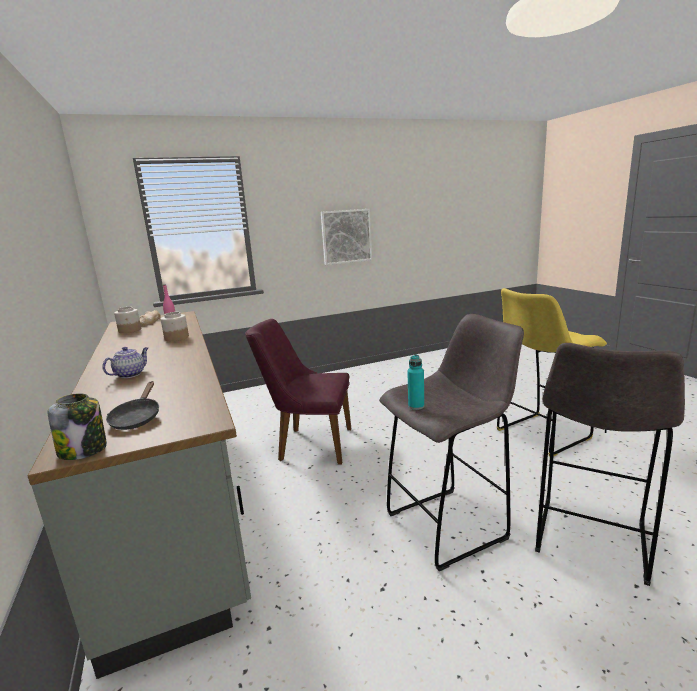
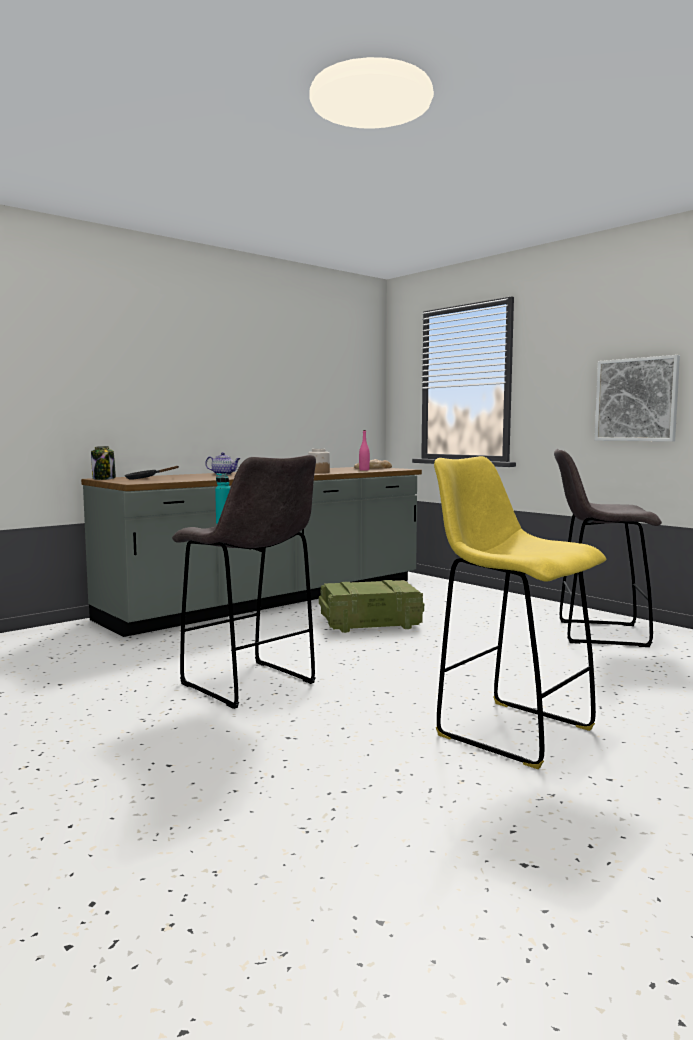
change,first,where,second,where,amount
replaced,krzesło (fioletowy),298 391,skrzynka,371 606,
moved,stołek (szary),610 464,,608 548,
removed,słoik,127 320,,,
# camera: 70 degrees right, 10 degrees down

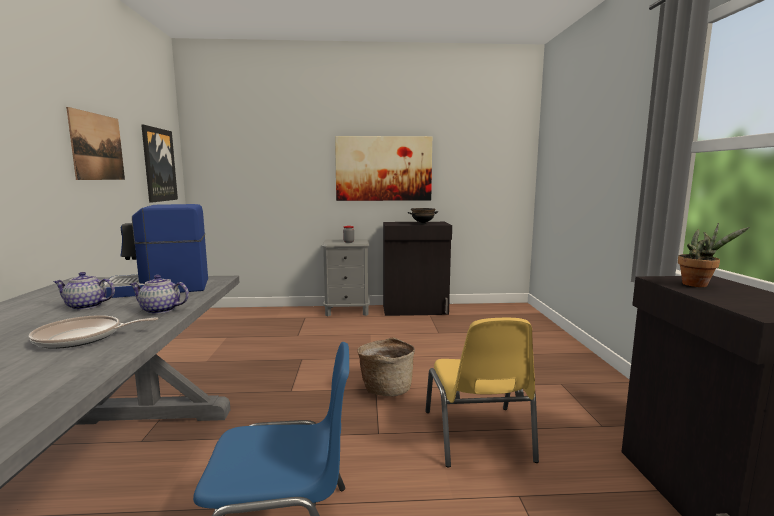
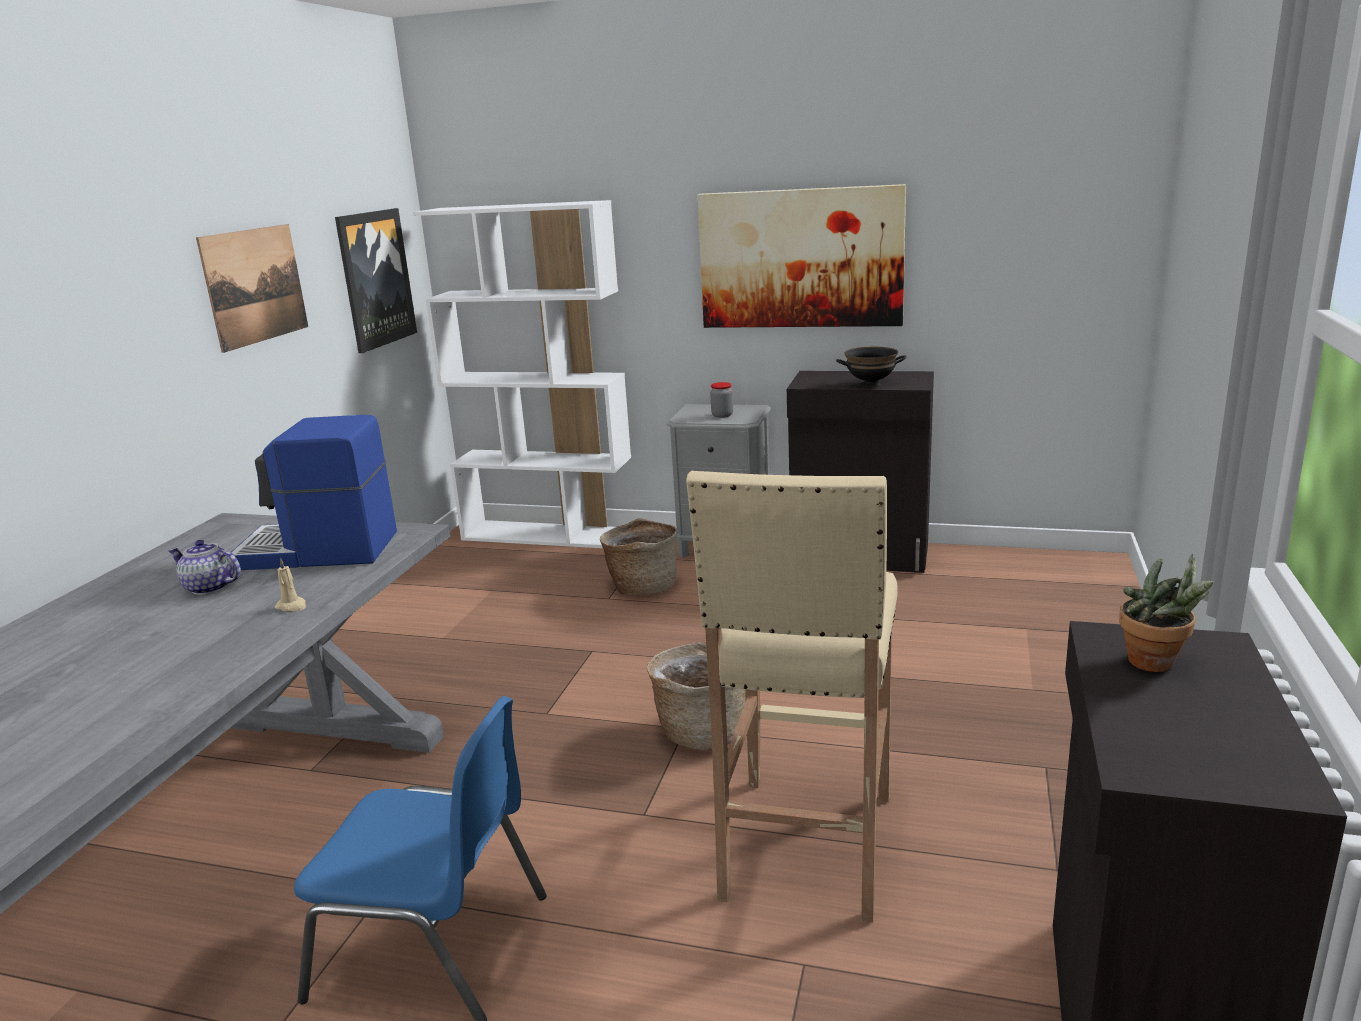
change,first,where,second,where,amount
replaced,imbryk,159 294,świeca (beżowy),290 584,
added,,,regał (biały),522 374,
added,,,koszyk,638 556,
replaced,krzesło (żółty),482 392,stołek (beżowy),792 697,
removed,patelnia,93 332,,,
# camera: 20 degrees right, 10 degrees up

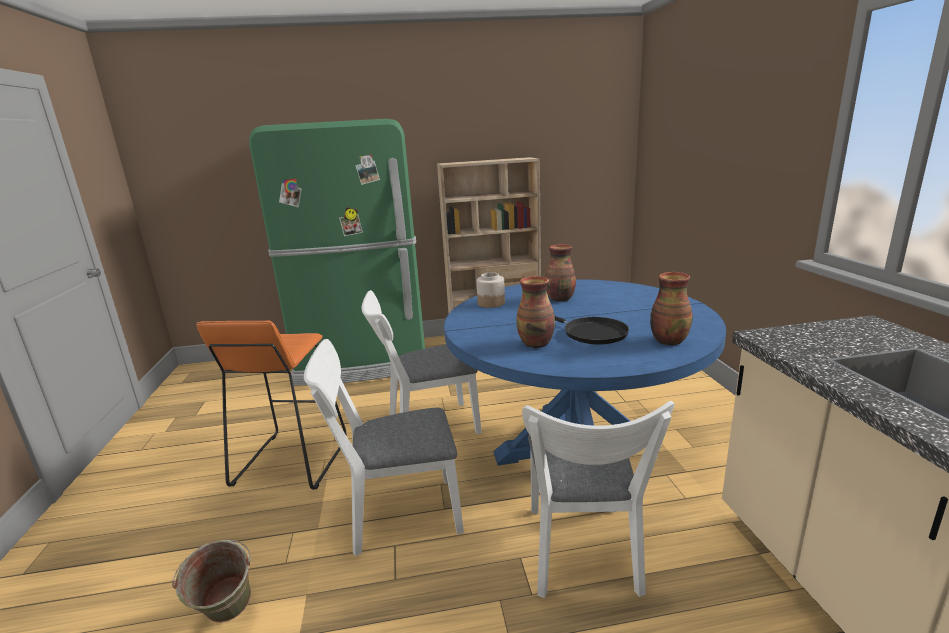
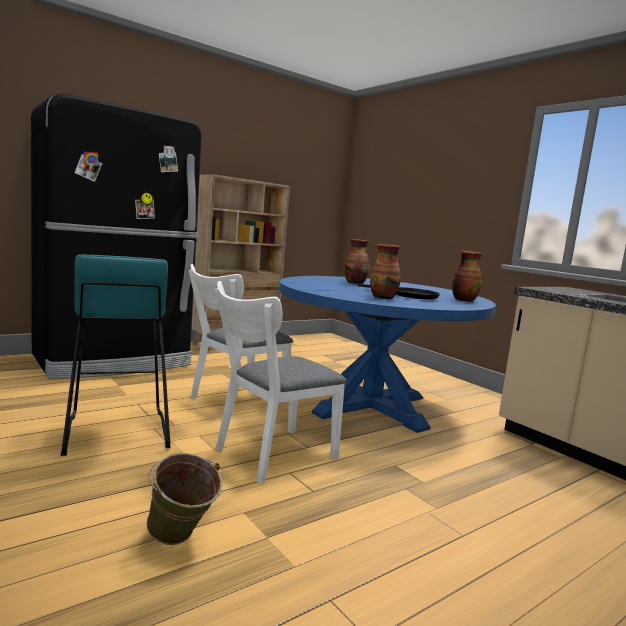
change,first,where,second,where,amount
recoloured,lodówka (zielony),337 252,lodówka (czarny),116 236,
recoloured,stołek (pomarańczowy),271 405,stołek (turkusowy),115 355,
removed,słoik,490 290,,,
removed,krzesło (biały),598 499,,,
# camera: 30 degrees left, 10 degrees down

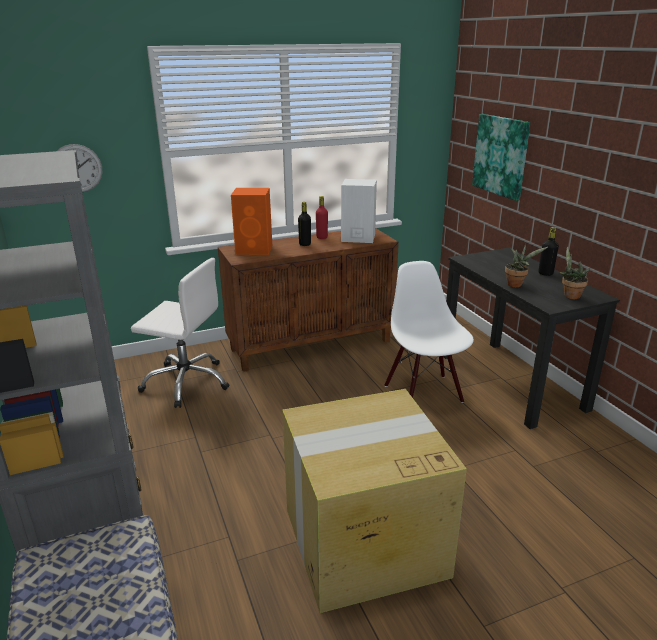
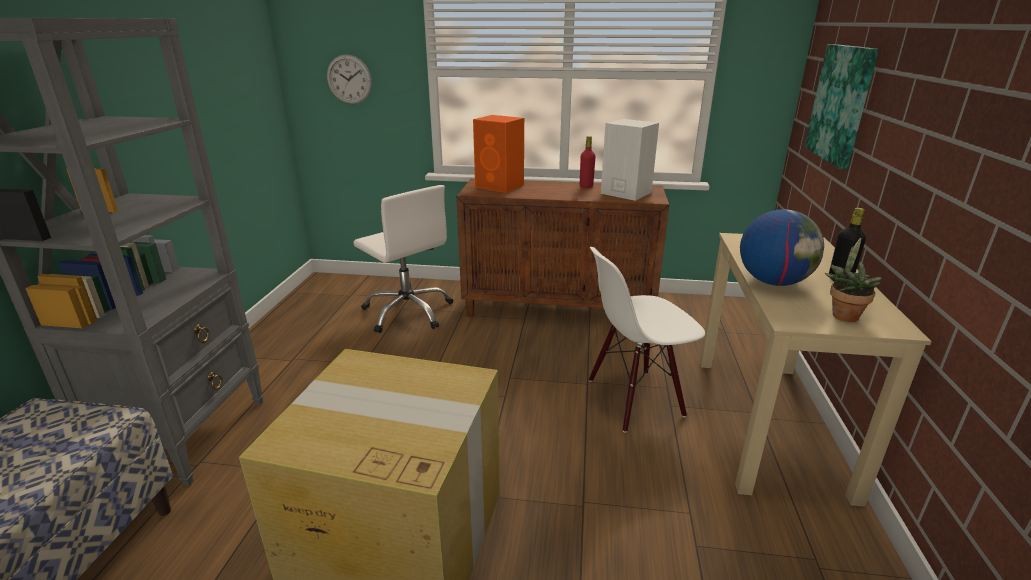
change,first,where,second,where,amount
turned,krzesło (biały),429 332,,647 340,120 degrees counterclockwise
recoloured,biurko (czarny),531 338,biurko (beżowy),816 370,
replaced,roślina doniczkowa,526 265,globus,782 247,
removed,butelka (czarny),304 224,,,
# camera: 30 degrees right, 0 degrees up

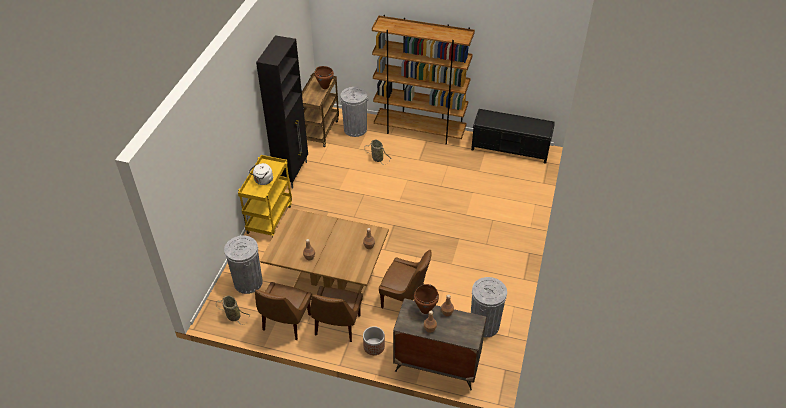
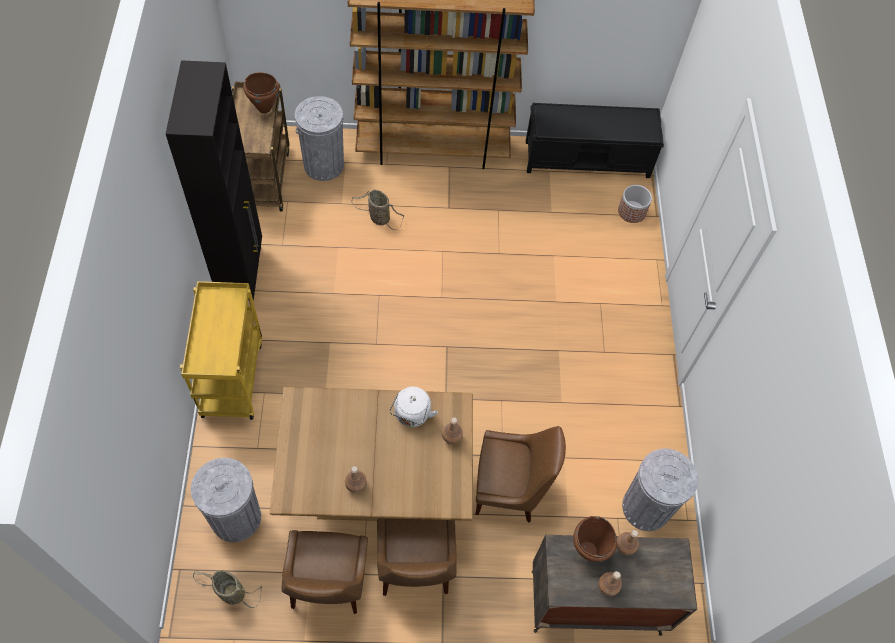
change,first,where,second,where,amount
moved,czajnik (biały),261 174,,413 406,
moved,donica,374 340,,635 204,
# camera: 20 degrees left, 15 degrees up

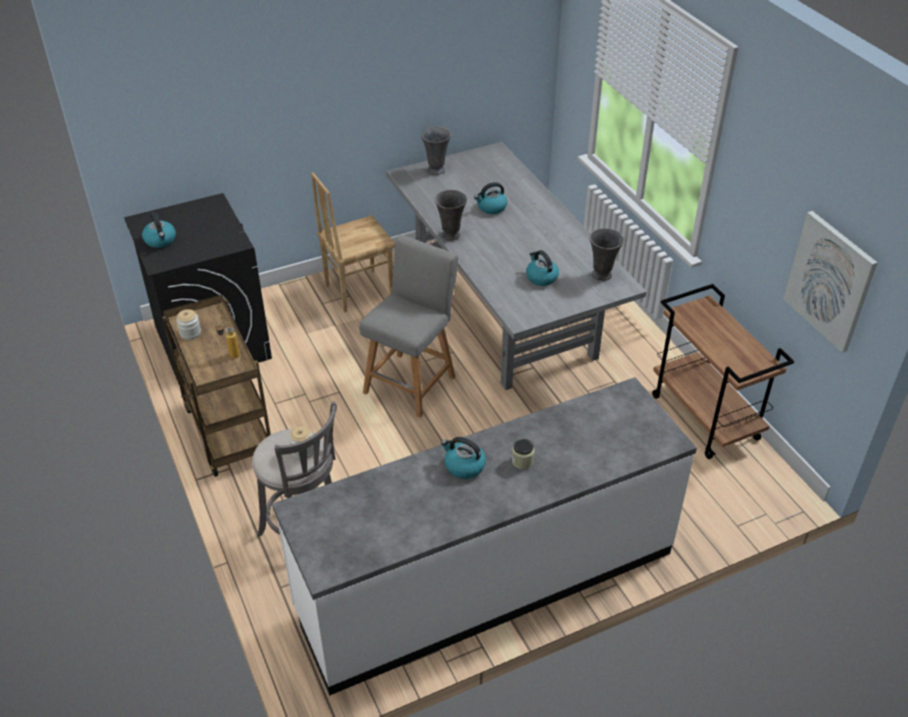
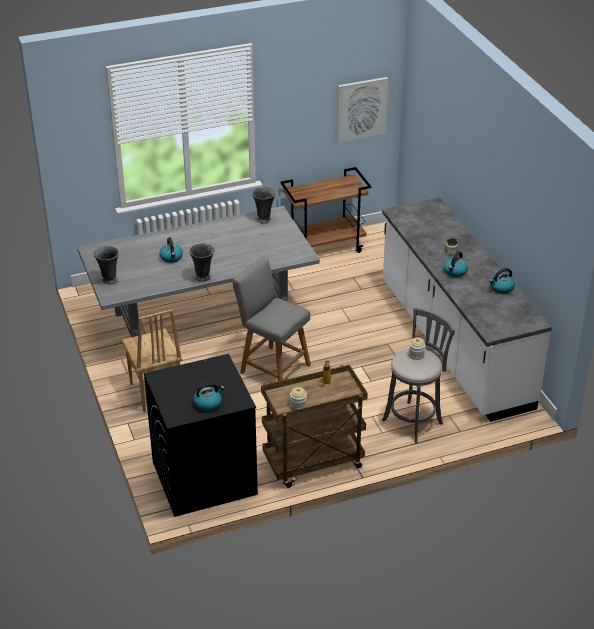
change,first,where,second,where,amount
moved,czajnik,542 268,,502 281,
# camera: 85 degrees left, 5 degrees down

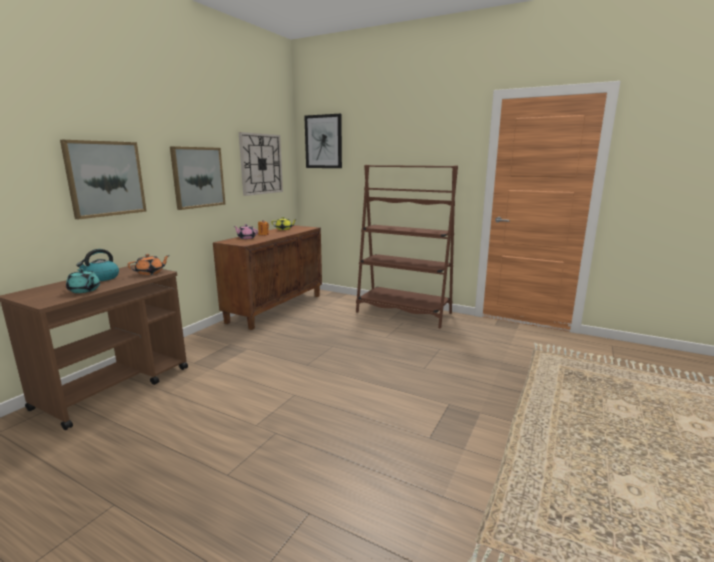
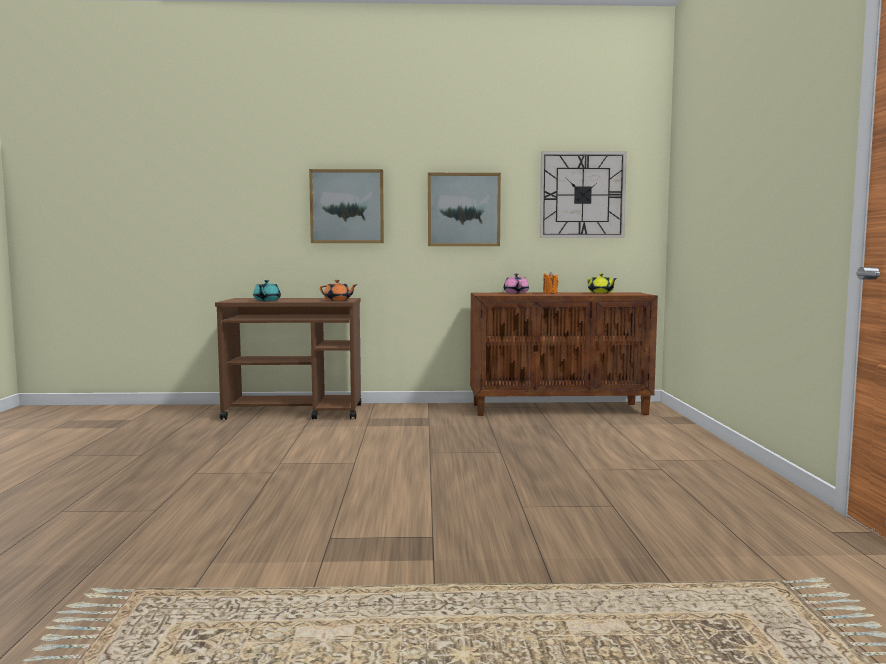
change,first,where,second,where,amount
removed,czajnik,97 265,,,
removed,obraz,323 141,,,
removed,regał (brązowy),407 246,,,
# camera: 60 degrees right, 10 degrees down

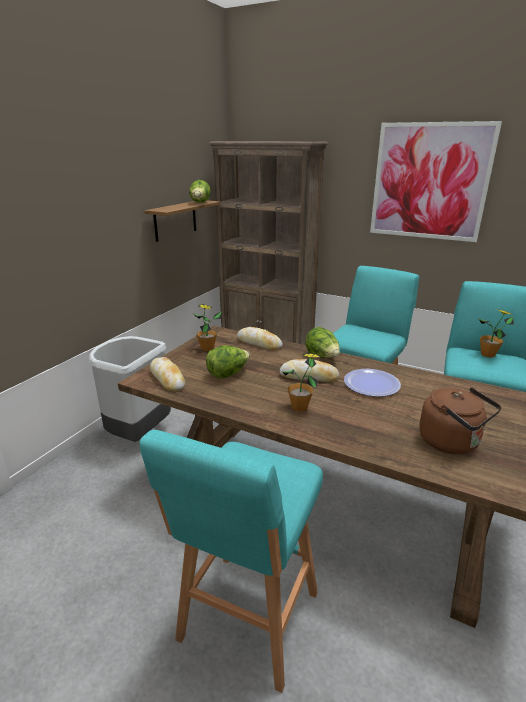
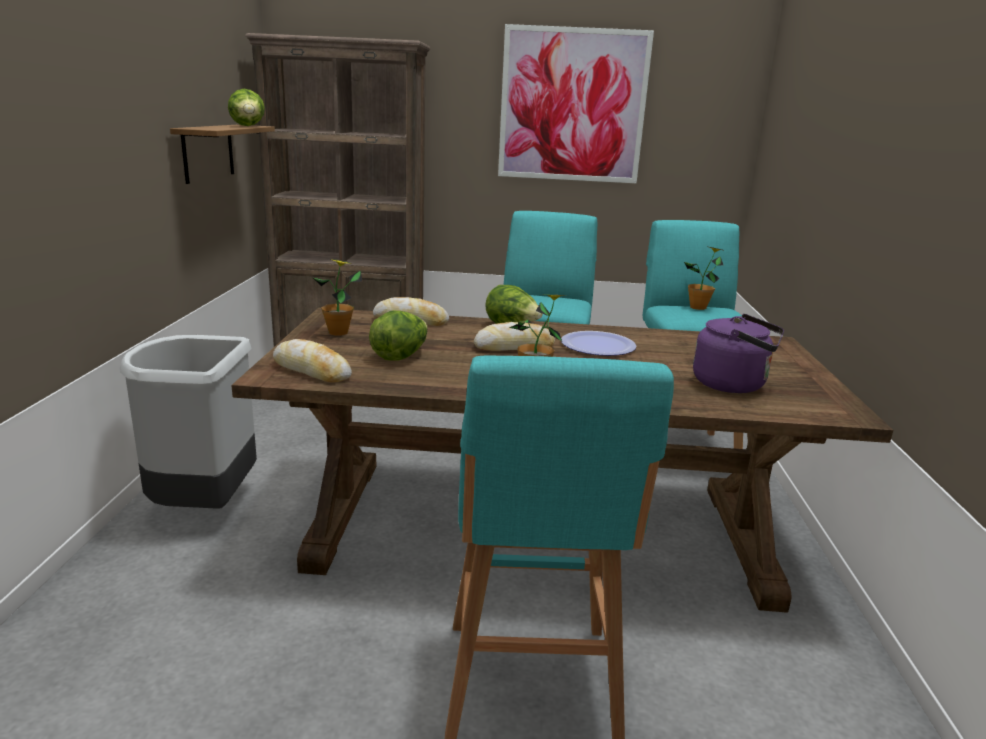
change,first,where,second,where,amount
recoloured,czajnik (brązowy),460 420,czajnik (fioletowy),738 353,
# camera: 25 degrees left, 5 degrees down

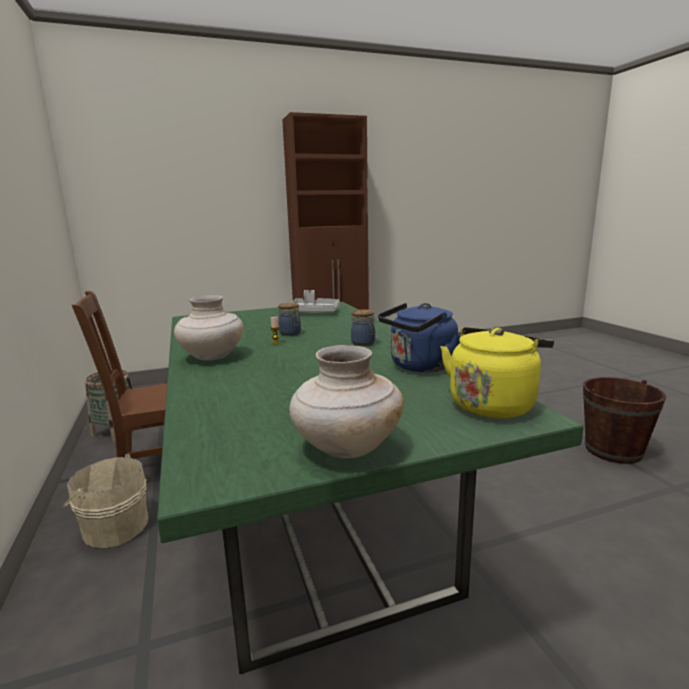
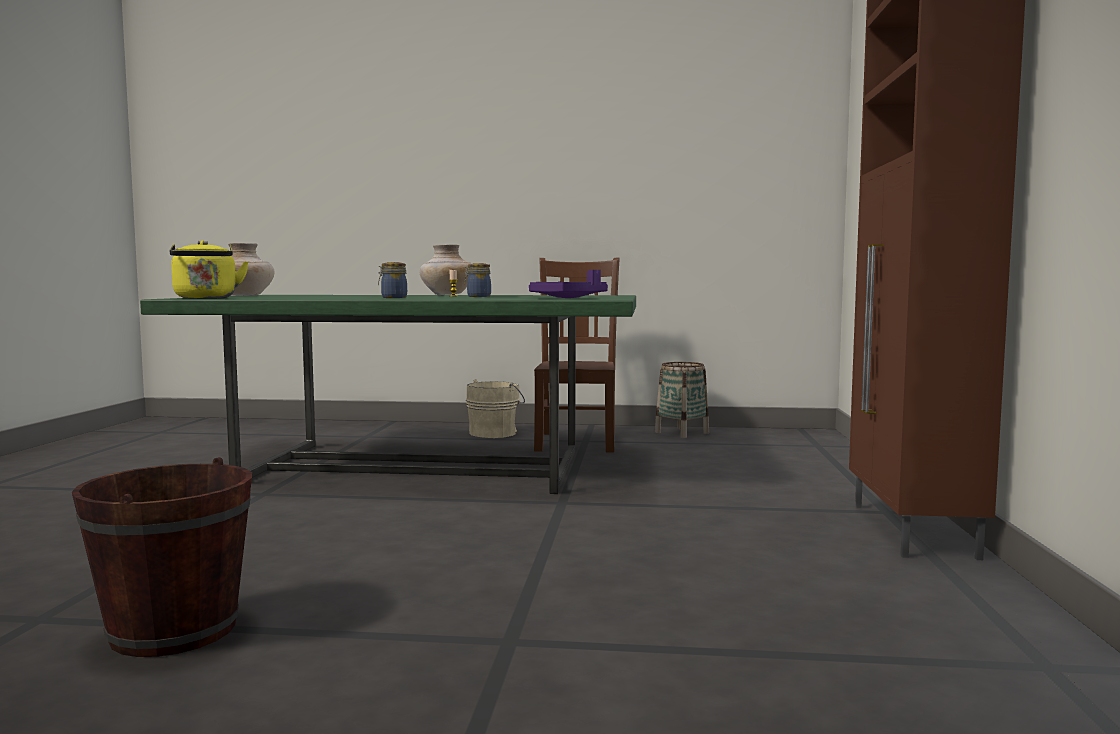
change,first,where,second,where,amount
recoloured,taca (szary),315 301,taca (fioletowy),568 284,
removed,czajnik (niebieski),419 338,,,
# camera: 115 degrees right, 10 degrees down

